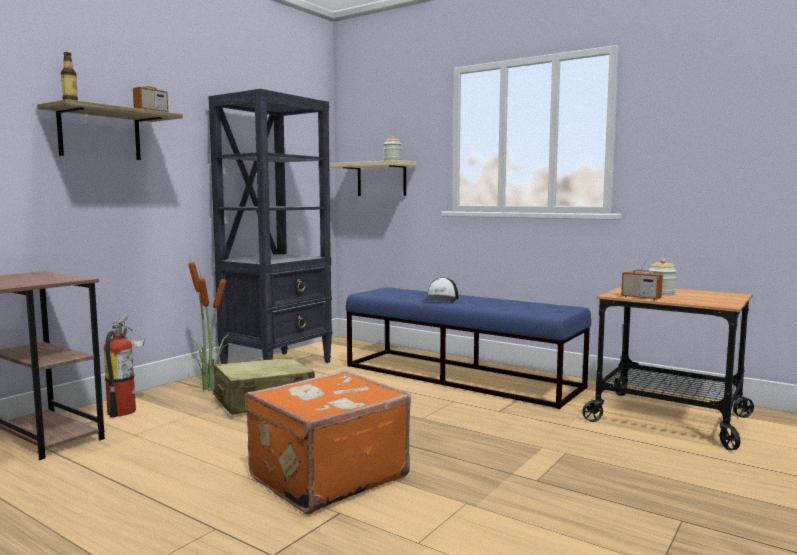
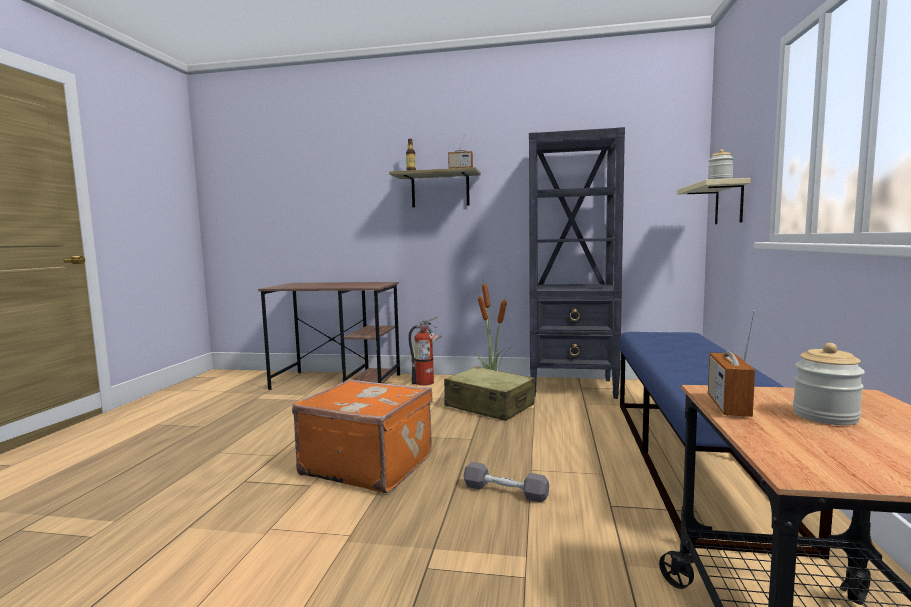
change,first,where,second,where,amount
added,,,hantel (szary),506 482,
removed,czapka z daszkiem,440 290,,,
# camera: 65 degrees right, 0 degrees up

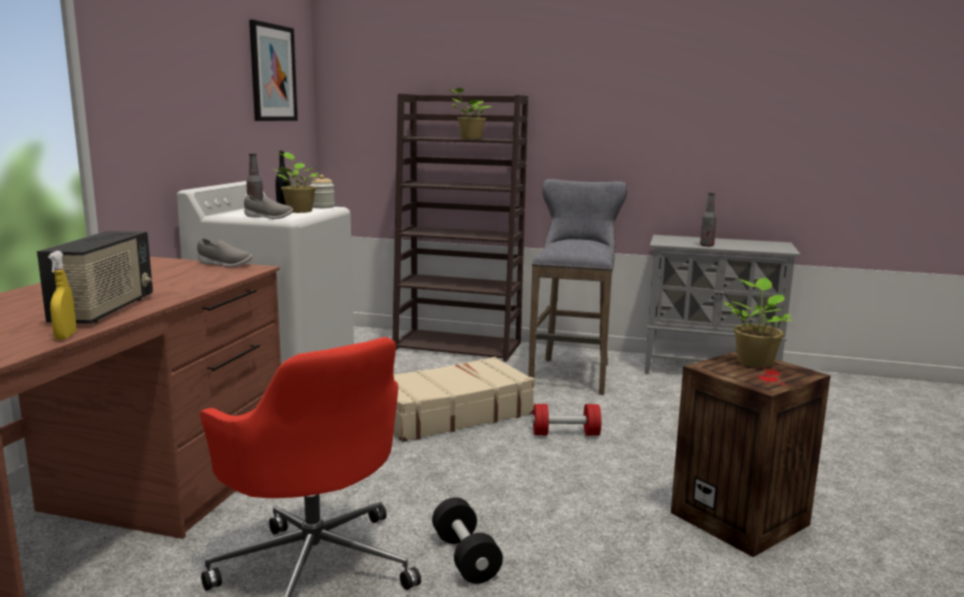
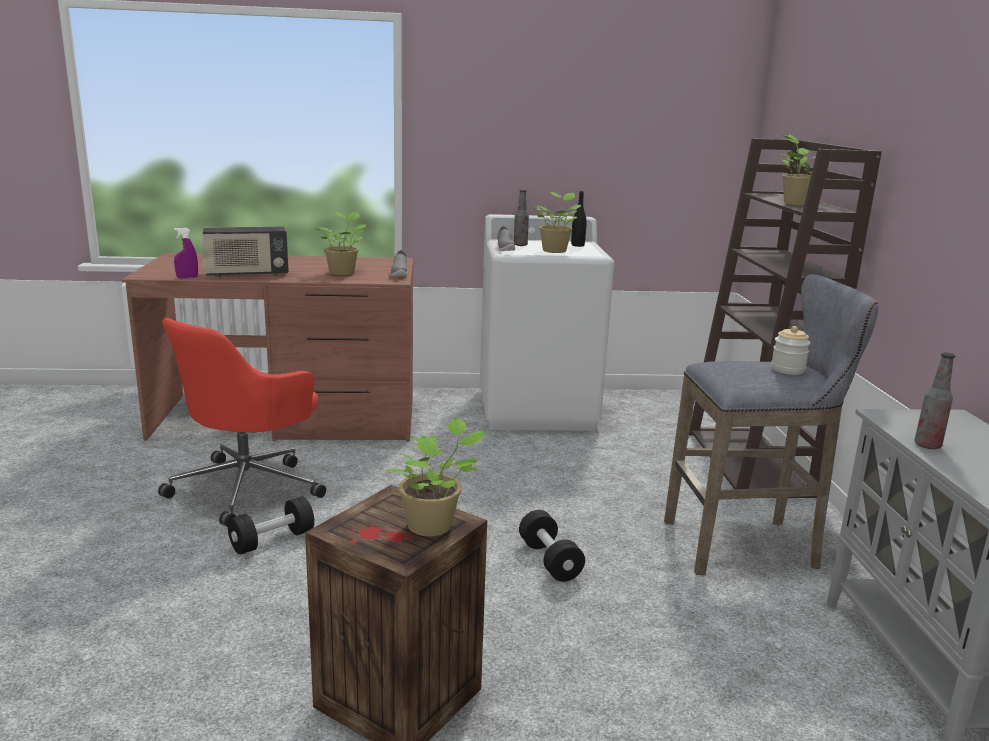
change,first,where,second,where,amount
recoloured,spryskiwacz (żółty),62 295,spryskiwacz (fioletowy),186 253,
added,,,roślina doniczkowa,341 243,
recoloured,hantel (czerwony),567 420,hantel (czarny),552 546,
moved,słoik,322 191,,790 350,
removed,obraz,273 70,,,
removed,walizka (beżowy),464 399,,,
# camera: 70 degrees right, 5 degrees up

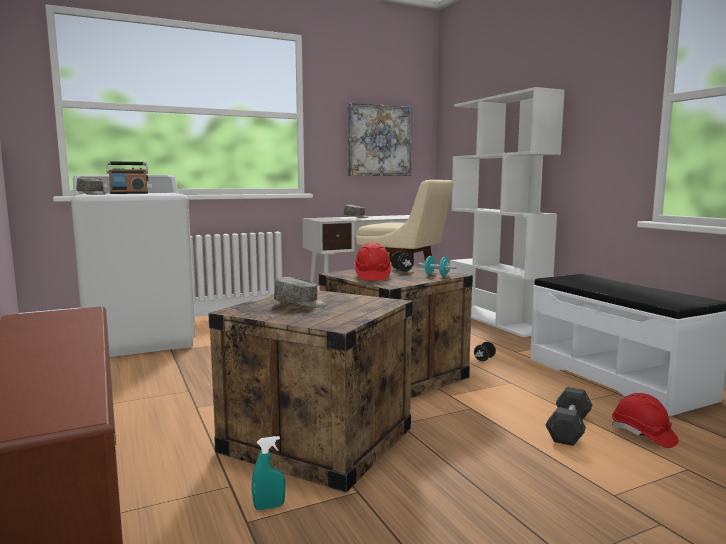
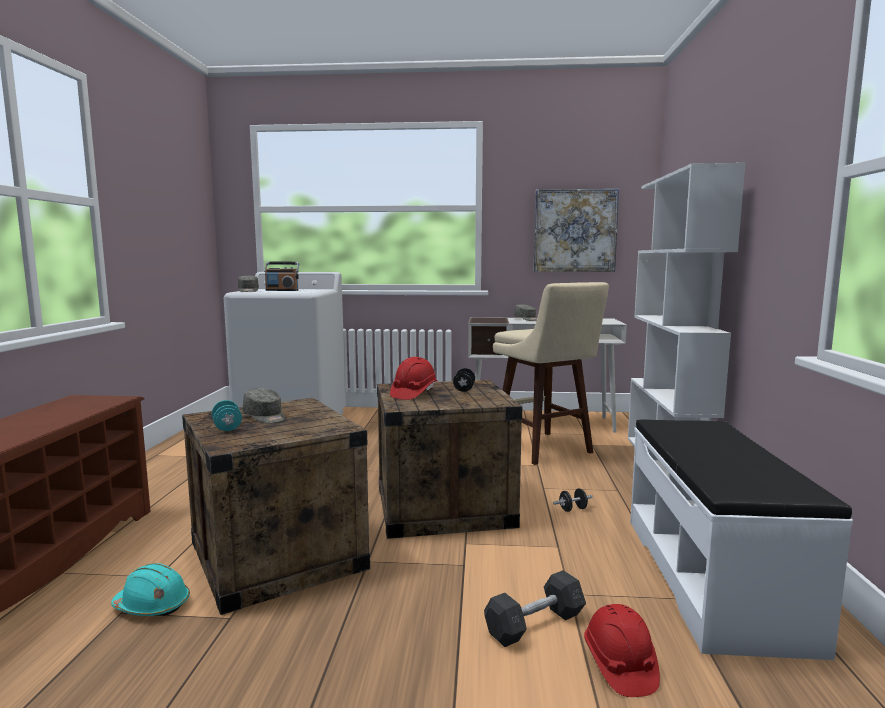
change,first,where,second,where,amount
replaced,spryskiwacz (turkusowy),268 473,kask (turkusowy),150 589,
moved,hantel (turkusowy),437 266,,227 415,
# camera: 30 degrees right, 0 degrees up

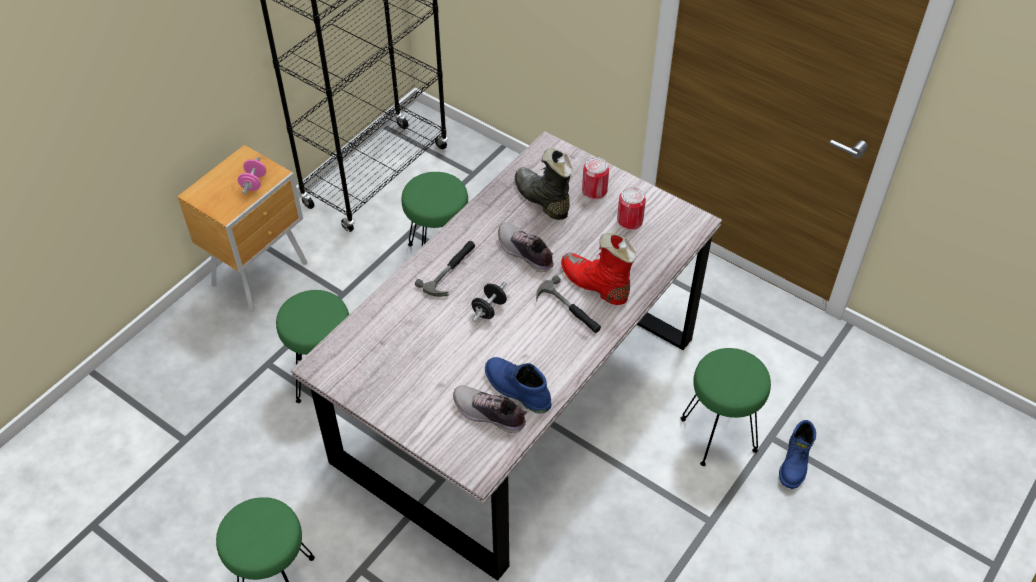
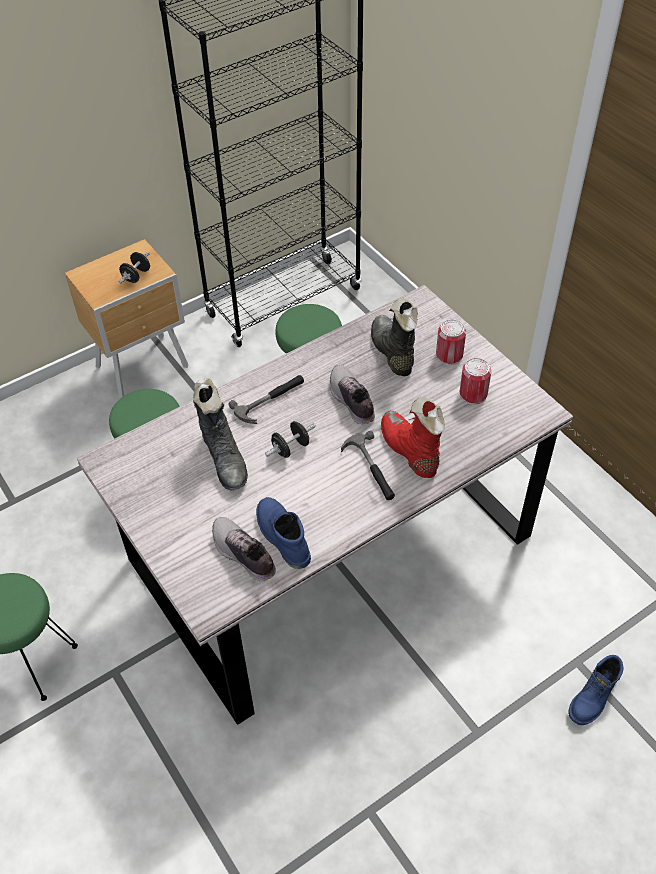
change,first,where,second,where,amount
recoloured,hantel (różowy),252 175,hantel (czarny),134 267,
added,,,but z cholewką (czarny),220 434,
removed,stołek (zielony),725 407,,,
# camera: 20 degrees right, 0 degrees up

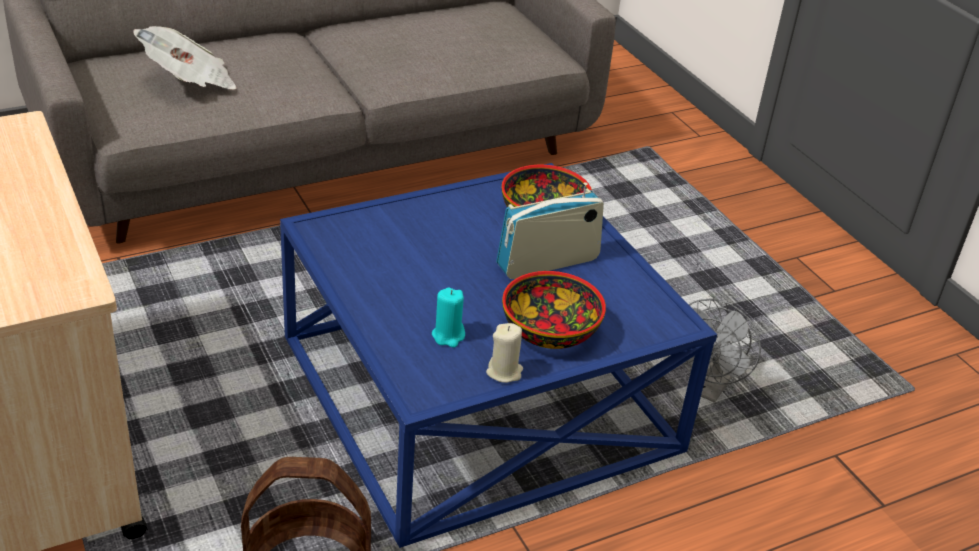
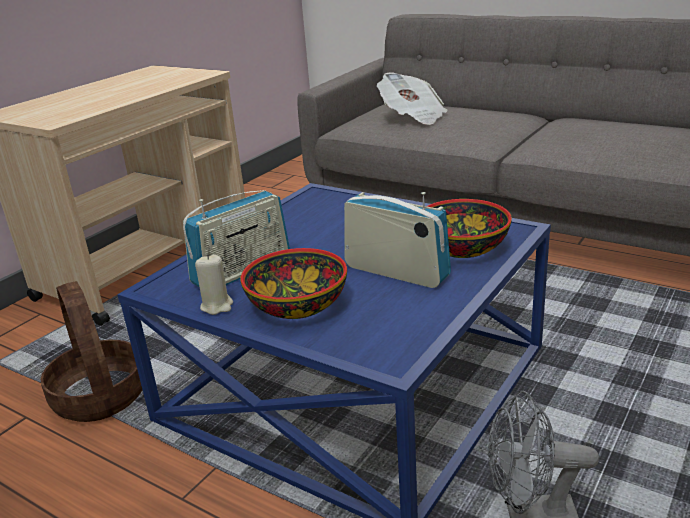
change,first,where,second,where,amount
replaced,świeca (turkusowy),448 317,radio,236 239,
# camera: 65 degrees right, 10 degrees down

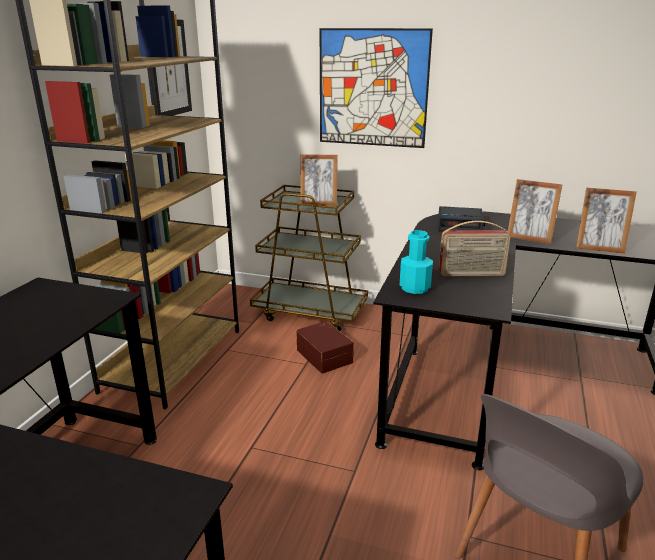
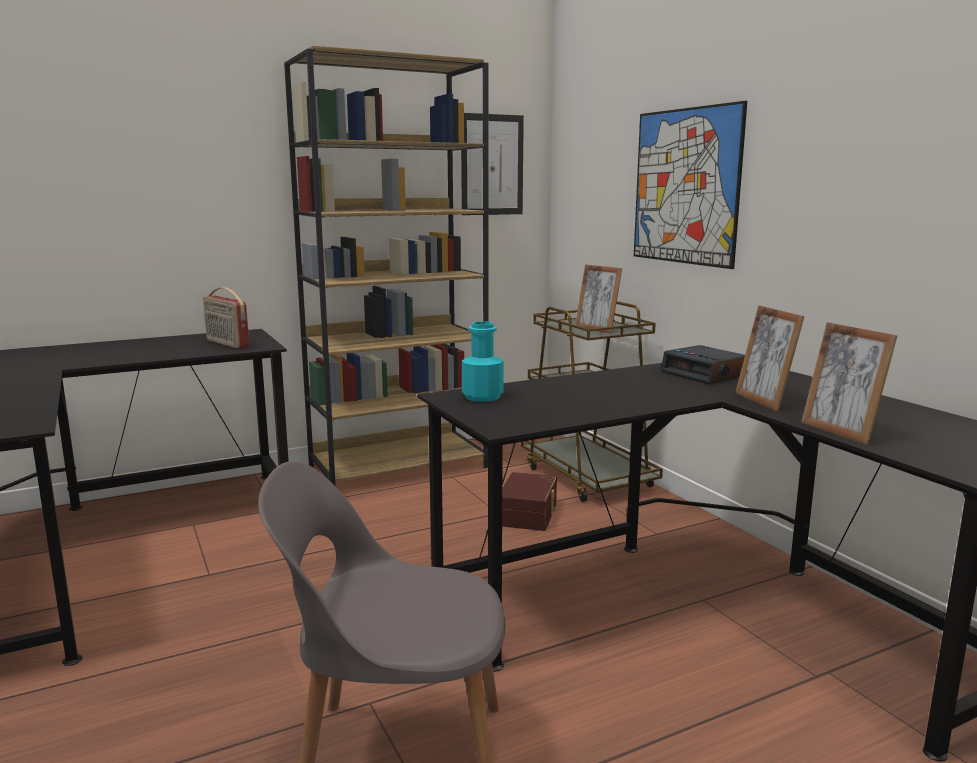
change,first,where,second,where,amount
moved,radio,475 248,,226 318,
# camera: 45 degrees right, 10 degrees down

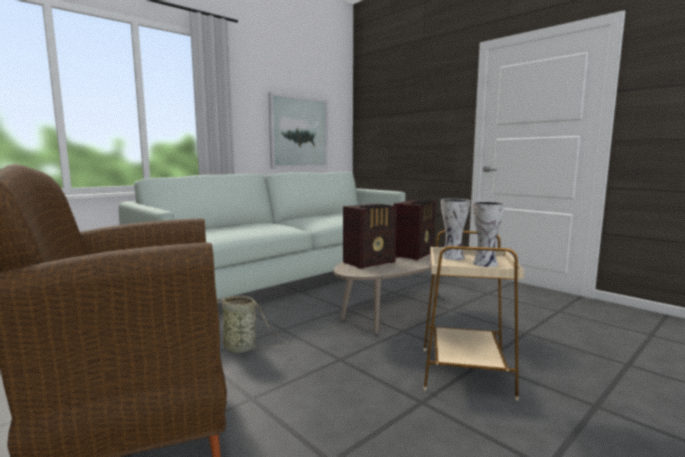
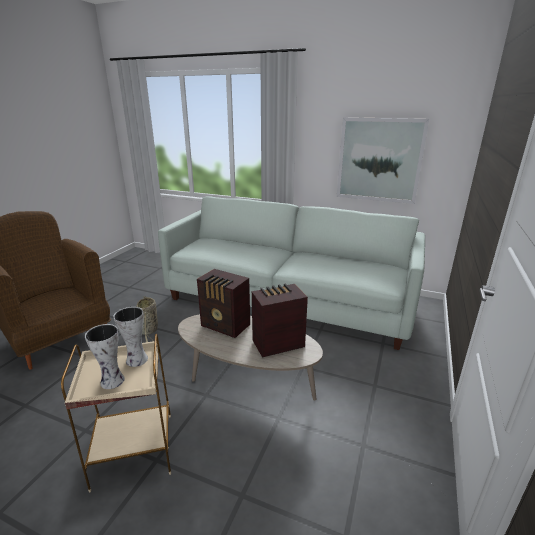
change,first,where,second,where,amount
turned,radio,415 230,,280 320,150 degrees clockwise
# camera: 65 degrees right, 15 degrees up

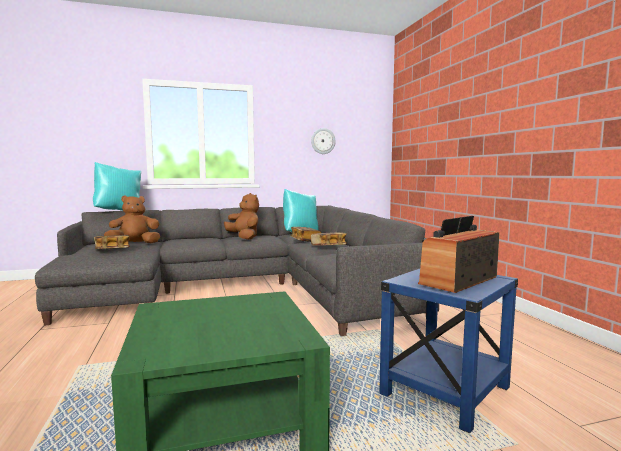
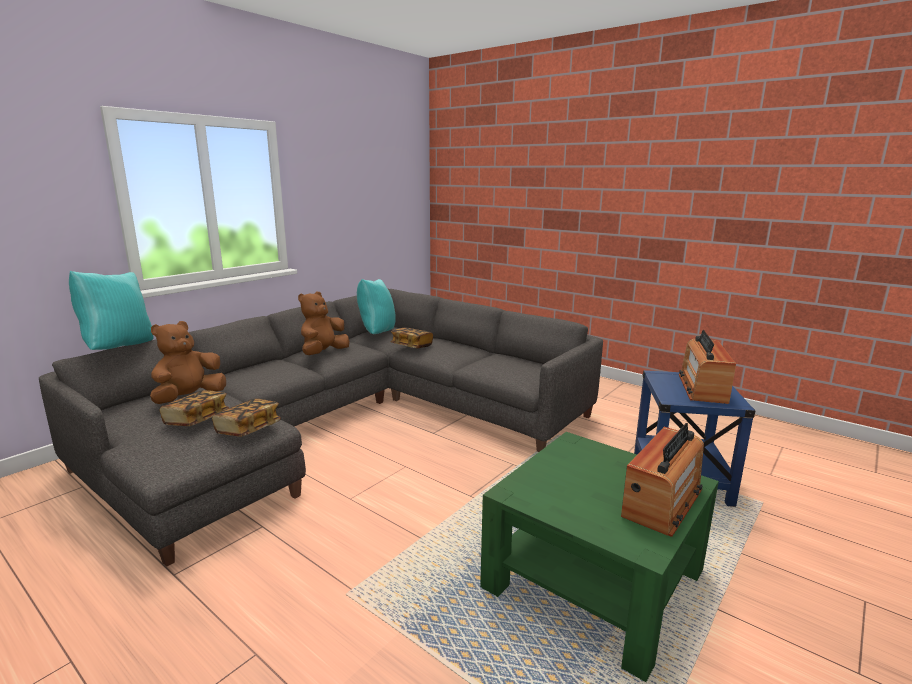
change,first,where,second,where,amount
moved,książka,329 239,,246 417,
turned,pluszak (brązowy),241 216,,324 323,75 degrees counterclockwise
added,,,radio,662 480,
removed,zegar ścienny,323 141,,,
# camera: 35 degrees left, 10 degrees up

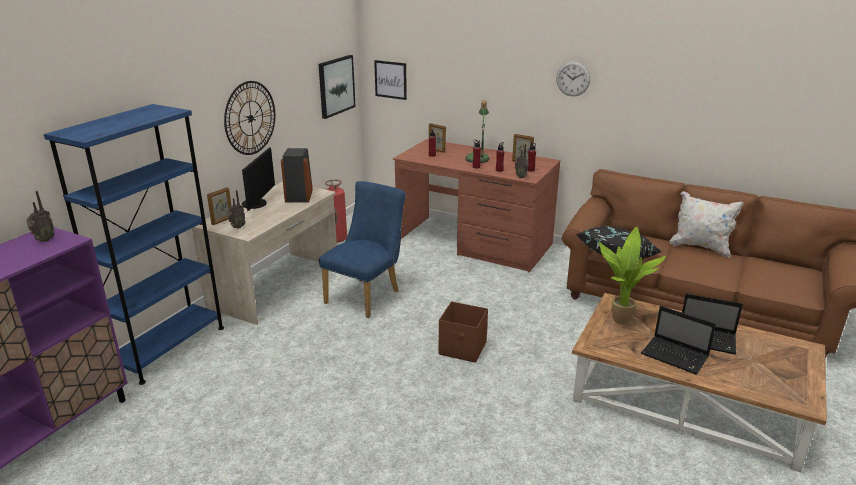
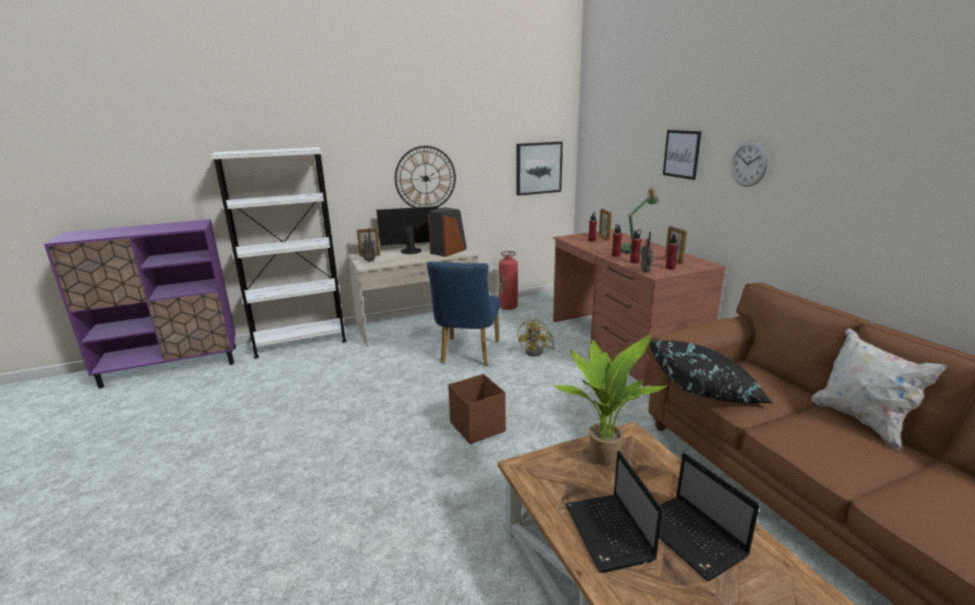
change,first,where,second,where,amount
recoloured,regał (niebieski),134 244,regał (biały),279 253,
turned,monitor,258 179,,407 230,150 degrees counterclockwise
turned,krzesło (niebieski),362 249,,463 313,120 degrees clockwise
added,,,wentylator (żółty),535 337,
moved,obraz,390 80,,682 155,
removed,radio,40 216,,,
# camera: 40 degrees right, 5 degrees down

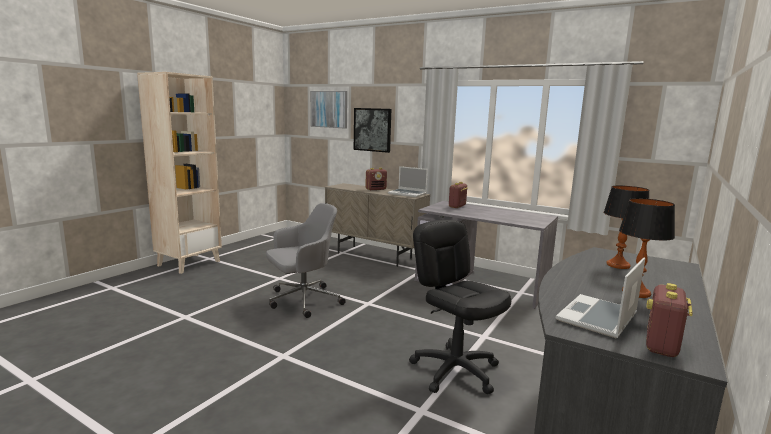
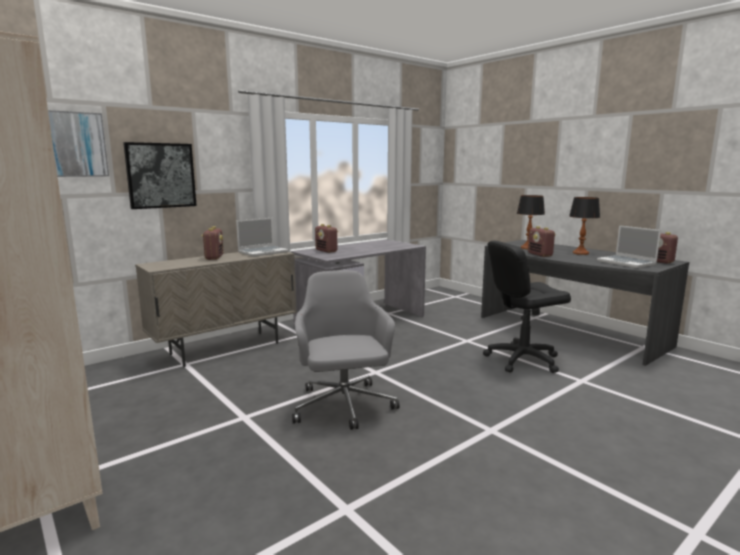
change,first,where,second,where,amount
added,,,radio,542 241,
# camera: 70 degrees left, 0 degrees up

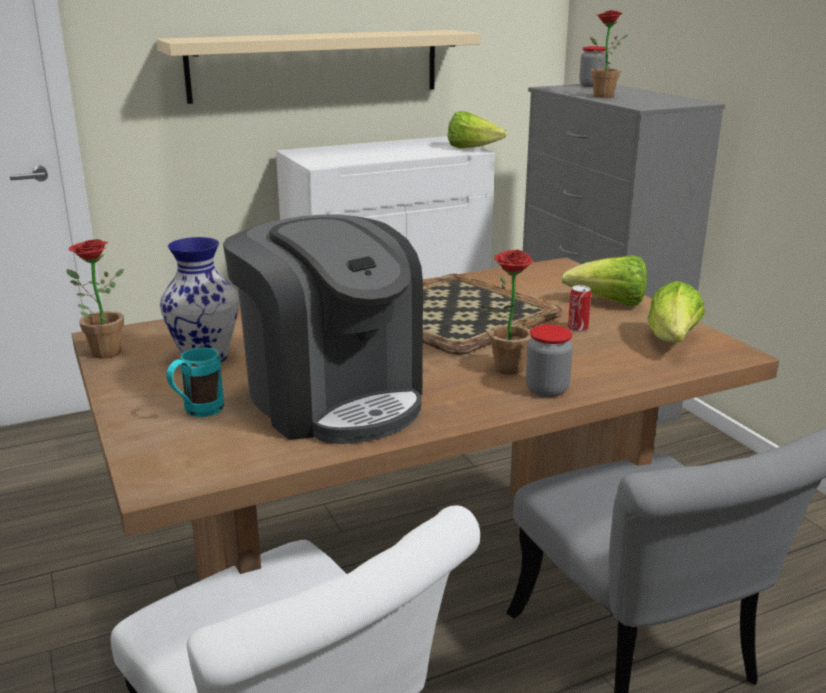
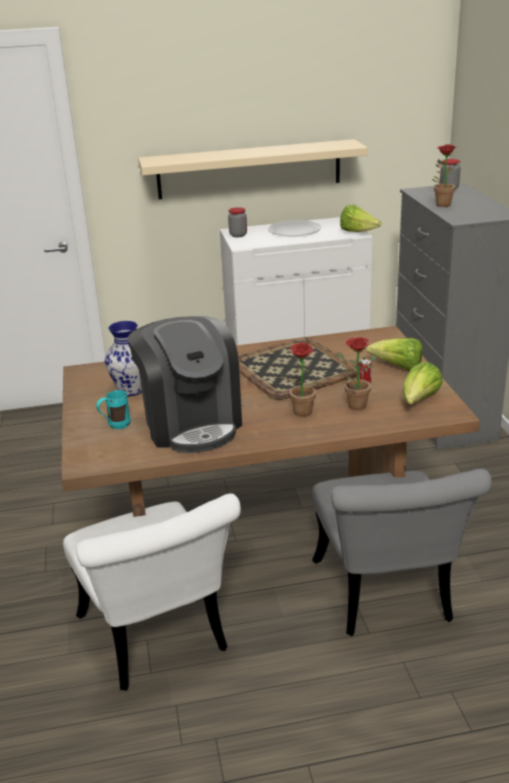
change,first,where,second,where,amount
moved,słoik,549 361,,237 222,
added,,,talerz (biały),294 228,
moved,roślina doniczkowa,95 299,,356 373,
# camera: 15 degrees right, 5 degrees up

